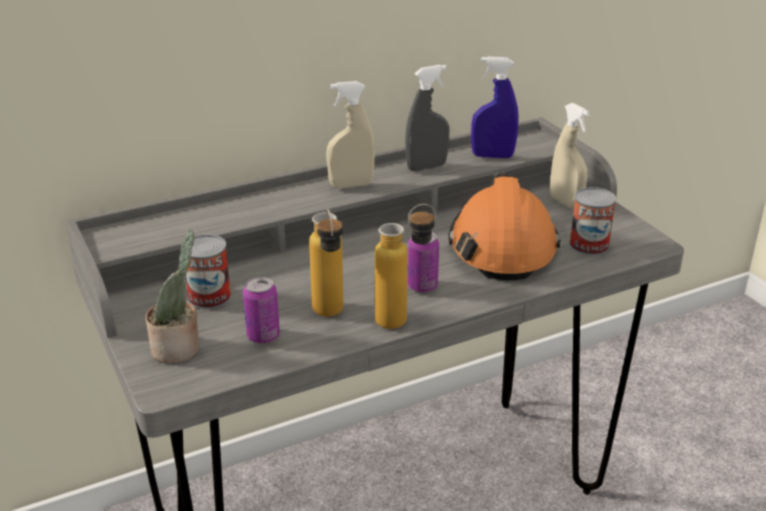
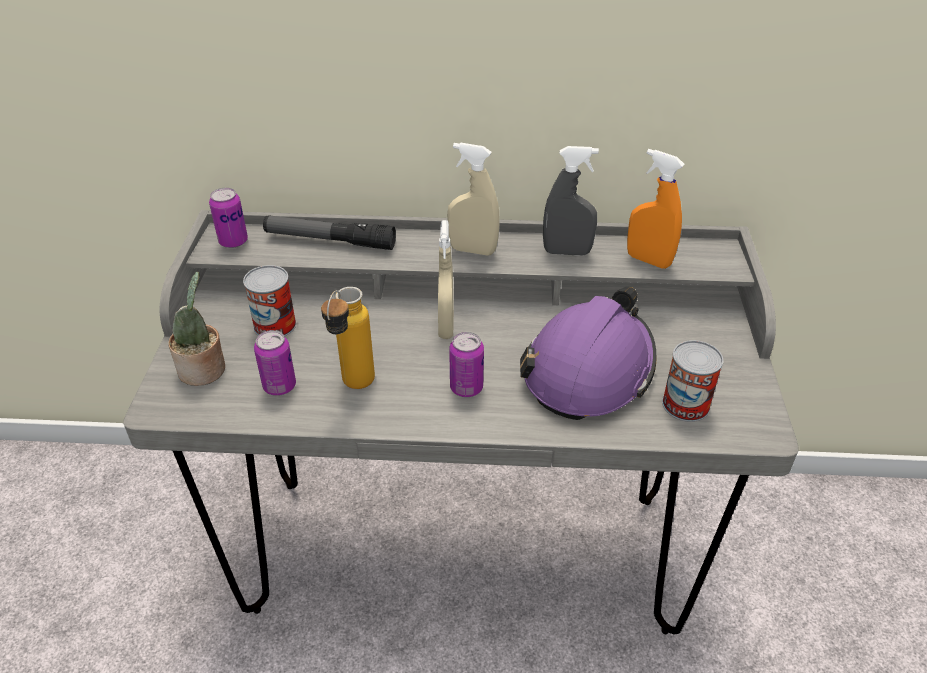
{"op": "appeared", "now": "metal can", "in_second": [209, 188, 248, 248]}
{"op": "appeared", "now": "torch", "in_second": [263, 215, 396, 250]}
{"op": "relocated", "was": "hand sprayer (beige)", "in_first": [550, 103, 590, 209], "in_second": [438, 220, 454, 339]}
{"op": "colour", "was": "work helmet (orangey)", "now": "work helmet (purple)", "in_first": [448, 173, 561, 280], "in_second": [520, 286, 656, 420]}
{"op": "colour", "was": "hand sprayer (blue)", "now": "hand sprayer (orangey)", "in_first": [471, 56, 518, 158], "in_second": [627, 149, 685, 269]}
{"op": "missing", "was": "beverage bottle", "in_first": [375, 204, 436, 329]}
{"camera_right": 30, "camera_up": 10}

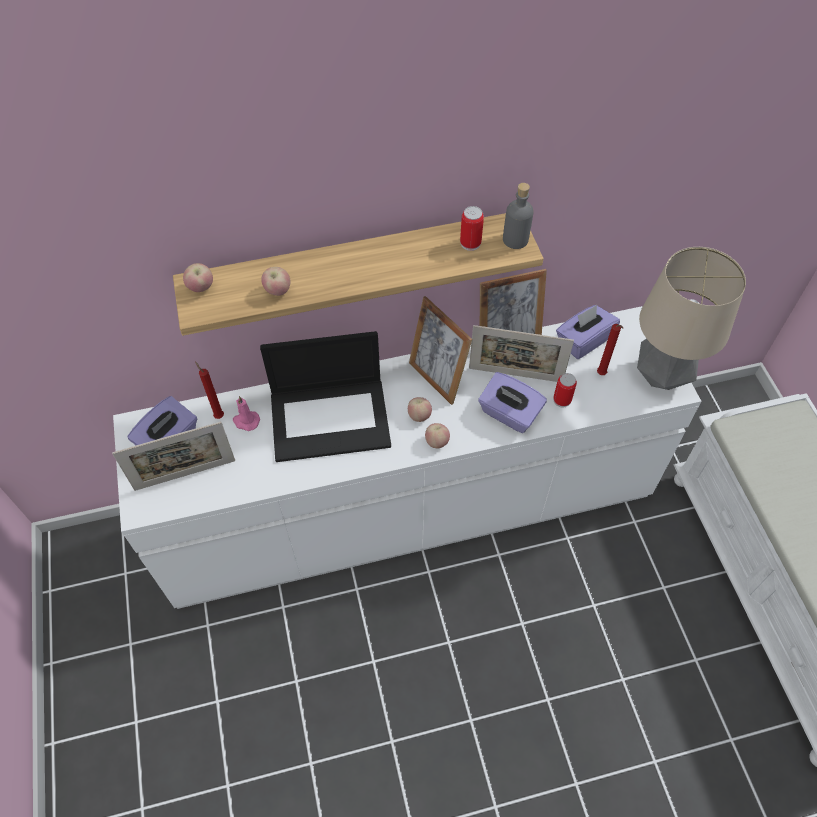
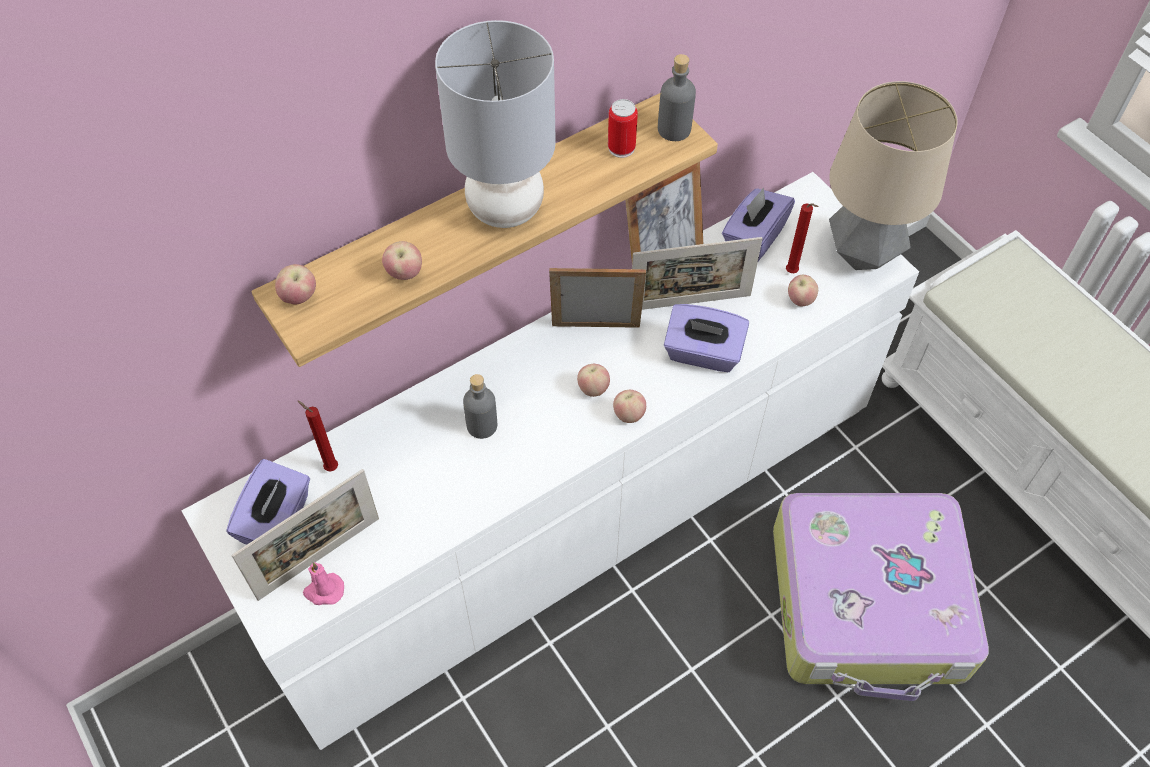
{"op": "relocated", "was": "candle (pinkish)", "in_first": [233, 396, 260, 431], "in_second": [303, 562, 344, 605]}
{"op": "appeared", "now": "table lamp (grey)", "in_second": [435, 20, 556, 228]}
{"op": "exchanged", "was": "notebook computer", "now": "beverage bottle (grey)", "in_first": [260, 331, 391, 462], "in_second": [463, 374, 497, 439]}
{"op": "spun", "was": "photo frame", "in_first": [409, 296, 472, 405], "in_second": [549, 268, 646, 328], "clockwise": 150}
{"op": "appeared", "now": "piece of luggage", "in_second": [773, 493, 989, 701]}
{"op": "appeared", "now": "whole apple", "in_second": [788, 275, 818, 306]}
{"op": "missing", "was": "metal can", "in_first": [553, 373, 577, 407]}
{"camera_right": -20, "camera_up": 0}

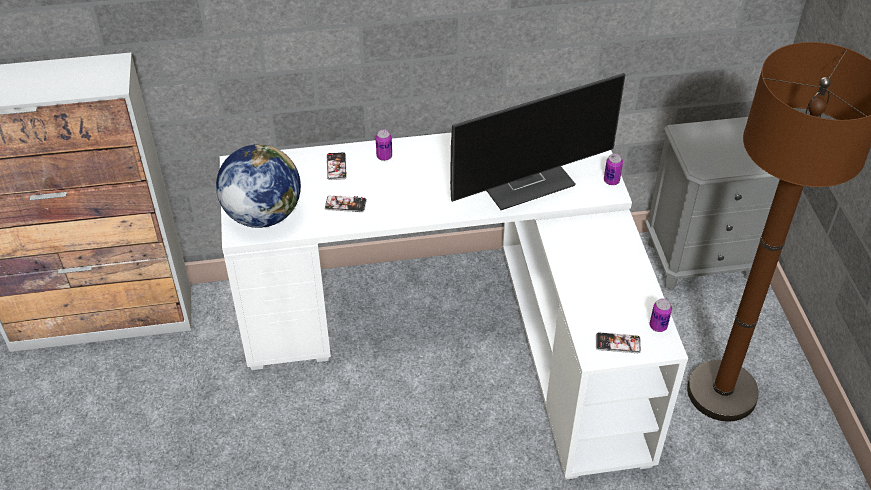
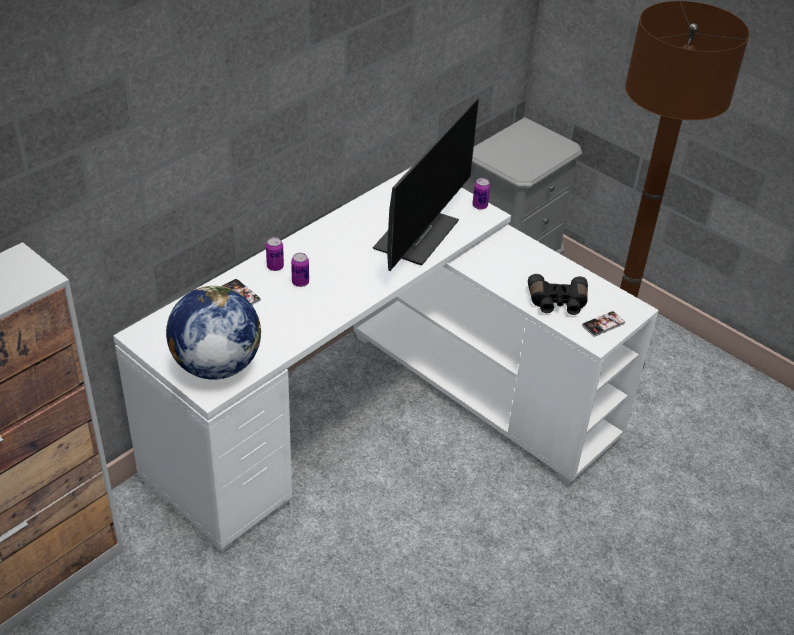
{"op": "relocated", "was": "metal can", "in_first": [649, 298, 672, 332], "in_second": [291, 253, 309, 287]}
{"op": "appeared", "now": "field glasses (blackish)", "in_second": [528, 274, 588, 315]}
{"op": "missing", "was": "phone", "in_first": [325, 195, 367, 212]}
{"camera_right": -40, "camera_up": -5}

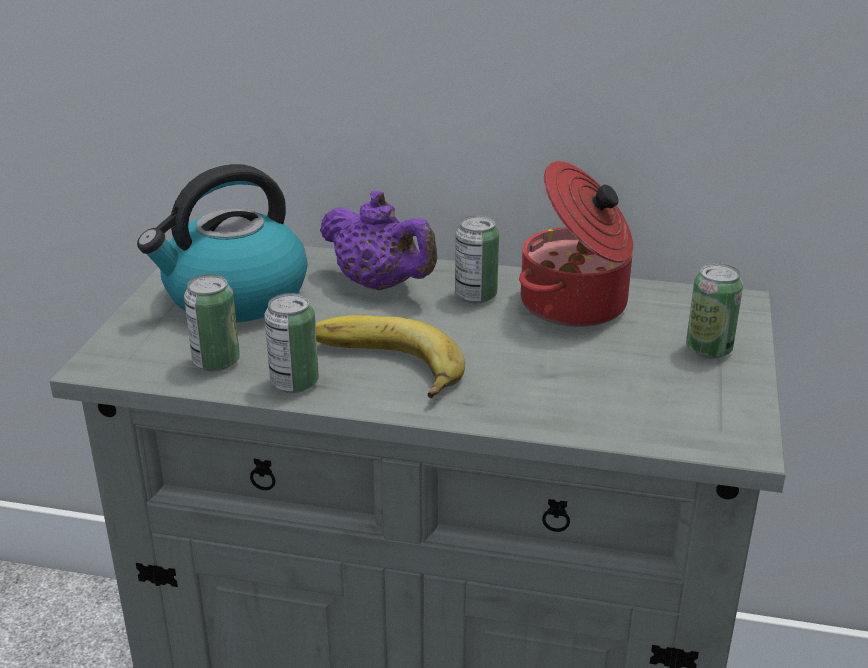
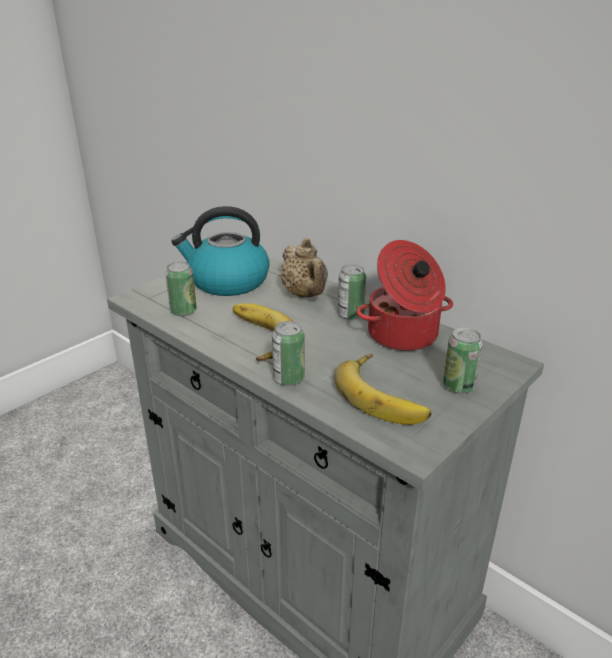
{"op": "relocated", "was": "metal can", "in_first": [264, 293, 319, 393], "in_second": [272, 321, 305, 386]}
{"op": "colour", "was": "teapot (purple)", "now": "teapot (beige)", "in_first": [320, 190, 437, 290], "in_second": [280, 238, 328, 298]}
{"op": "appeared", "now": "whole banana", "in_second": [334, 354, 431, 425]}
{"camera_right": 30, "camera_up": 0}

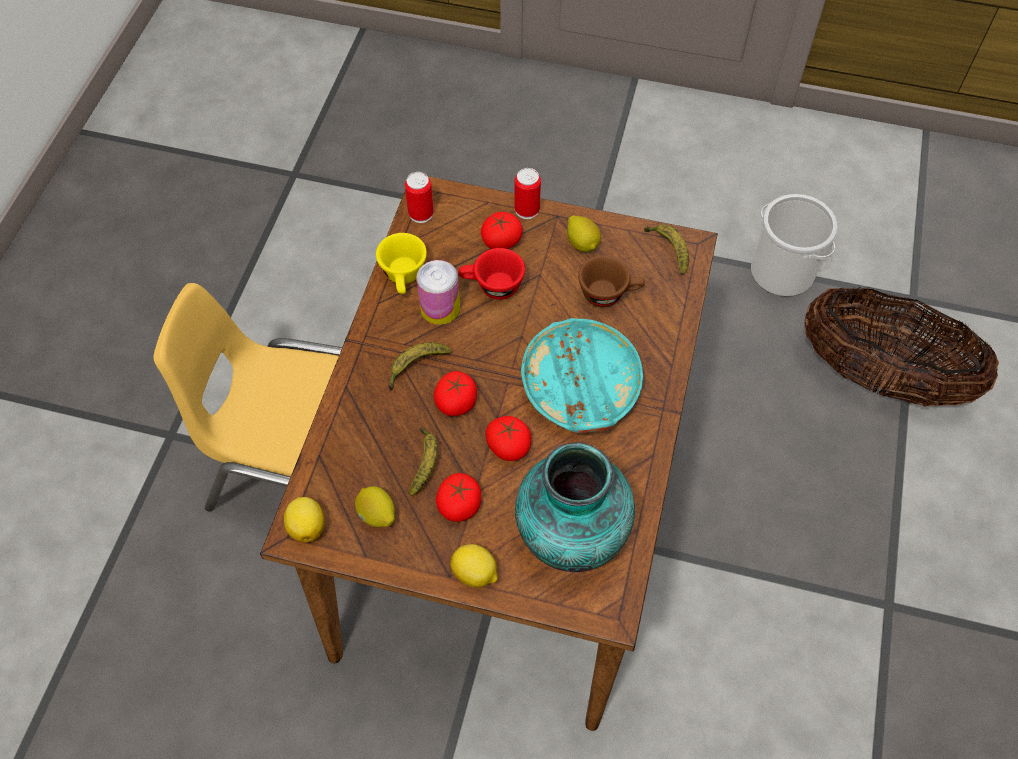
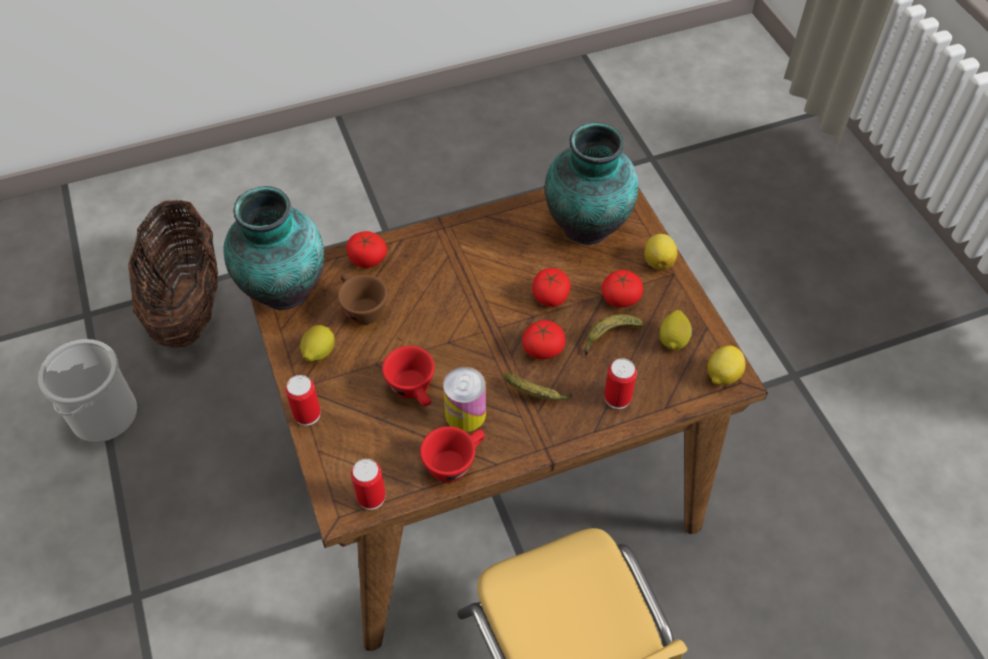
{"op": "exchanged", "was": "whole banana", "now": "vase", "in_first": [644, 224, 689, 275], "in_second": [224, 186, 324, 310]}
{"op": "relocated", "was": "whole tomato", "in_first": [481, 212, 523, 249], "in_second": [346, 231, 387, 268]}
{"op": "colour", "was": "drinking cup (yellowish)", "now": "drinking cup (red-coloured)", "in_first": [376, 233, 427, 294], "in_second": [420, 426, 485, 482]}
{"op": "appeared", "now": "metal can", "in_second": [604, 358, 637, 409]}
{"op": "missing", "was": "deep dish (blue-green)", "in_first": [521, 318, 643, 433]}
{"camera_right": -125, "camera_up": -5}

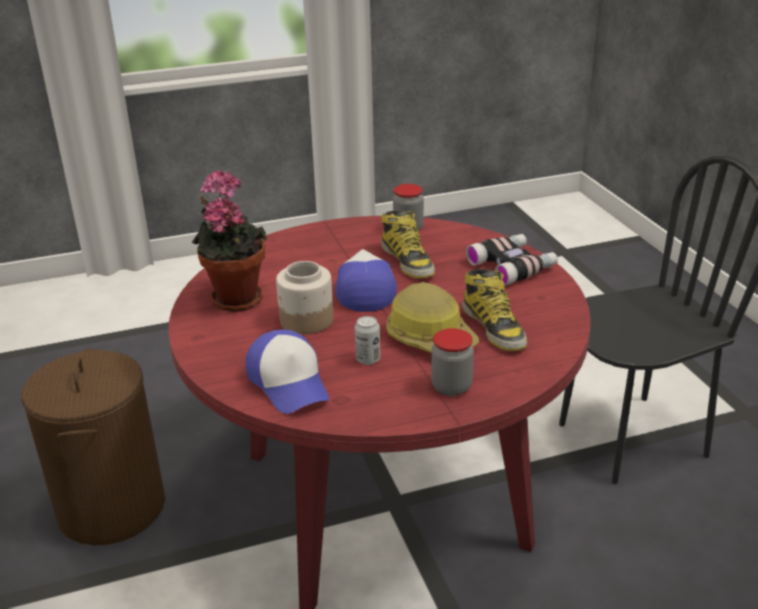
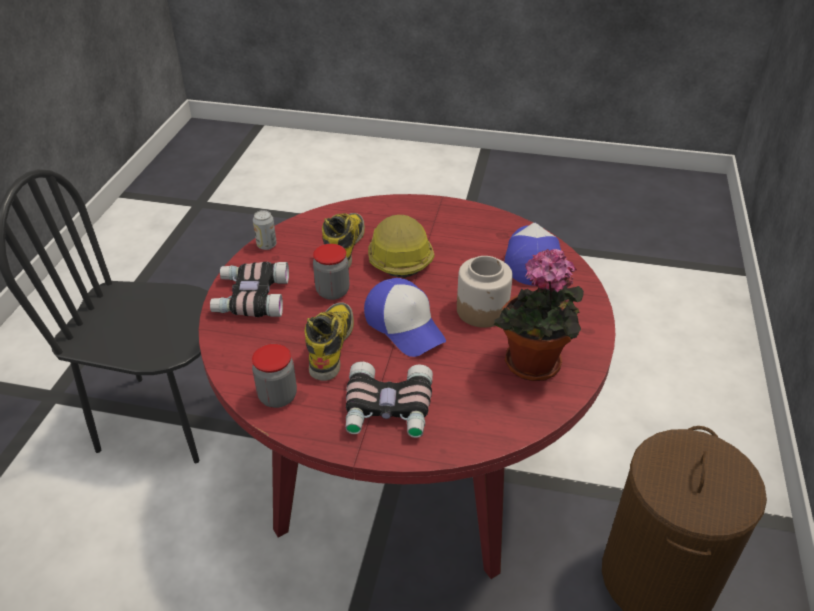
{"op": "relocated", "was": "metal can", "in_first": [355, 316, 380, 365], "in_second": [253, 210, 277, 250]}
{"op": "relocated", "was": "jar", "in_first": [431, 328, 474, 396], "in_second": [313, 244, 349, 300]}
{"op": "appeared", "now": "field glasses", "in_second": [345, 362, 433, 438]}
{"op": "spun", "was": "baseball cap", "in_first": [335, 249, 397, 312], "in_second": [364, 278, 446, 357], "clockwise": -60}
{"camera_right": -150, "camera_up": 10}

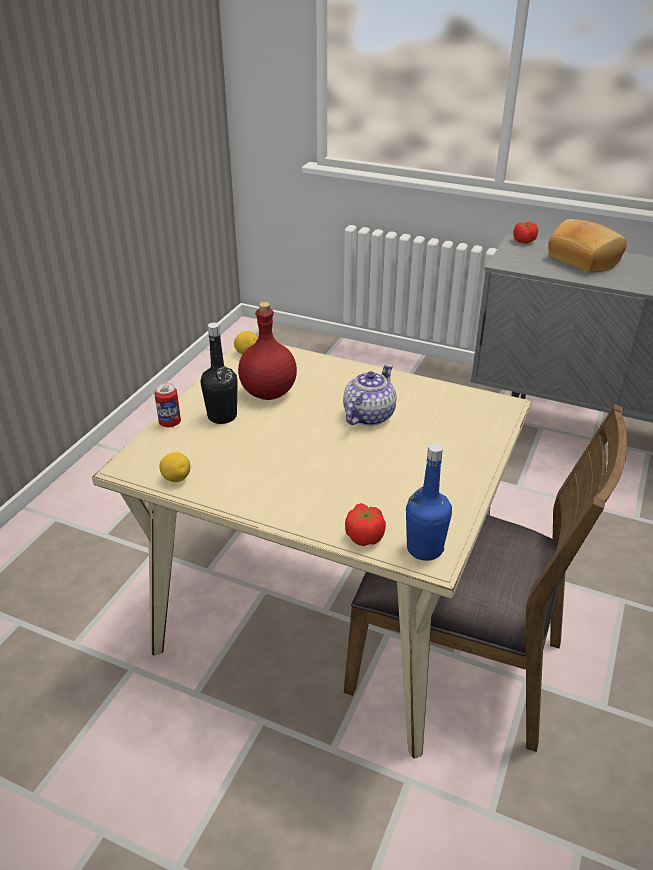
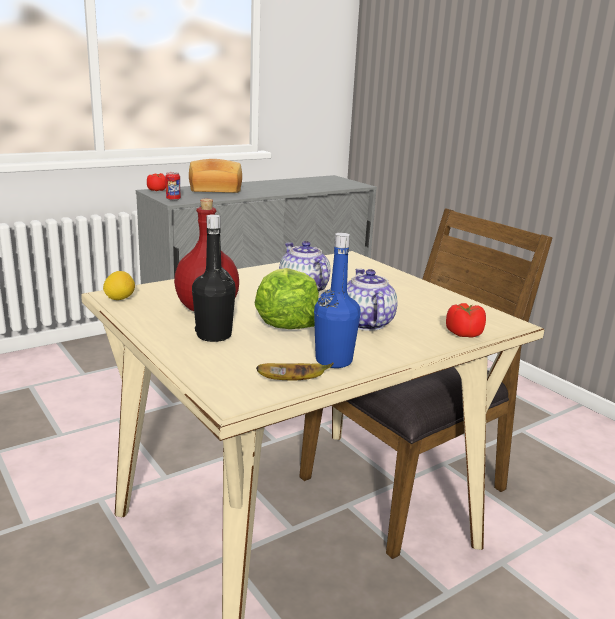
{"op": "relocated", "was": "metal can", "in_first": [154, 383, 181, 427], "in_second": [166, 172, 181, 201]}
{"op": "appeared", "now": "head of lettuce", "in_second": [255, 268, 319, 329]}
{"op": "exchanged", "was": "whole lemon", "now": "whole banana", "in_first": [159, 452, 190, 482], "in_second": [256, 362, 334, 381]}
{"op": "relocated", "was": "beverage bottle (blue)", "in_first": [406, 443, 452, 561], "in_second": [314, 233, 361, 368]}
{"op": "appeared", "now": "teapot", "in_second": [347, 269, 398, 331]}
{"camera_right": -60, "camera_up": -15}

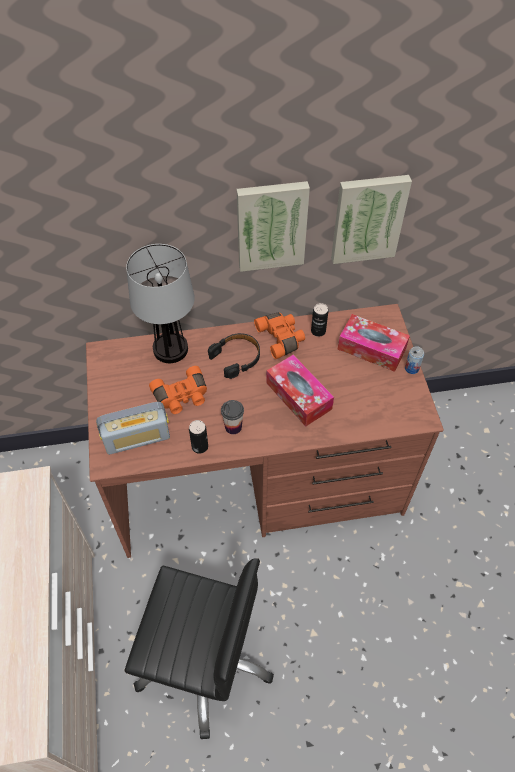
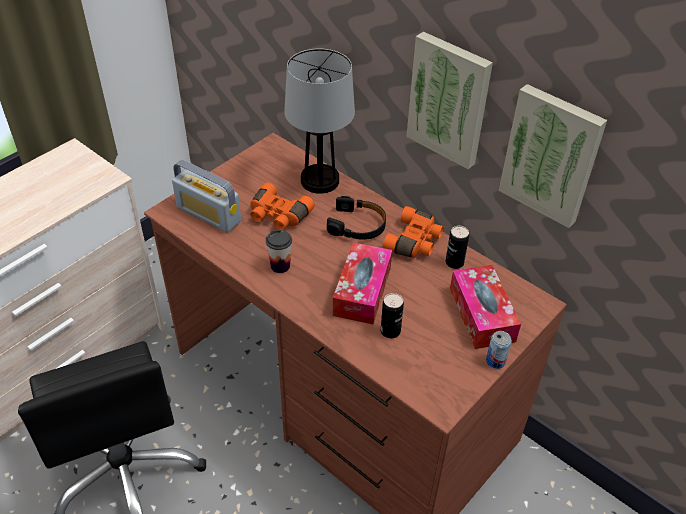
{"op": "relocated", "was": "metal can", "in_first": [189, 420, 208, 454], "in_second": [381, 293, 404, 338]}
{"camera_right": 50, "camera_up": -10}

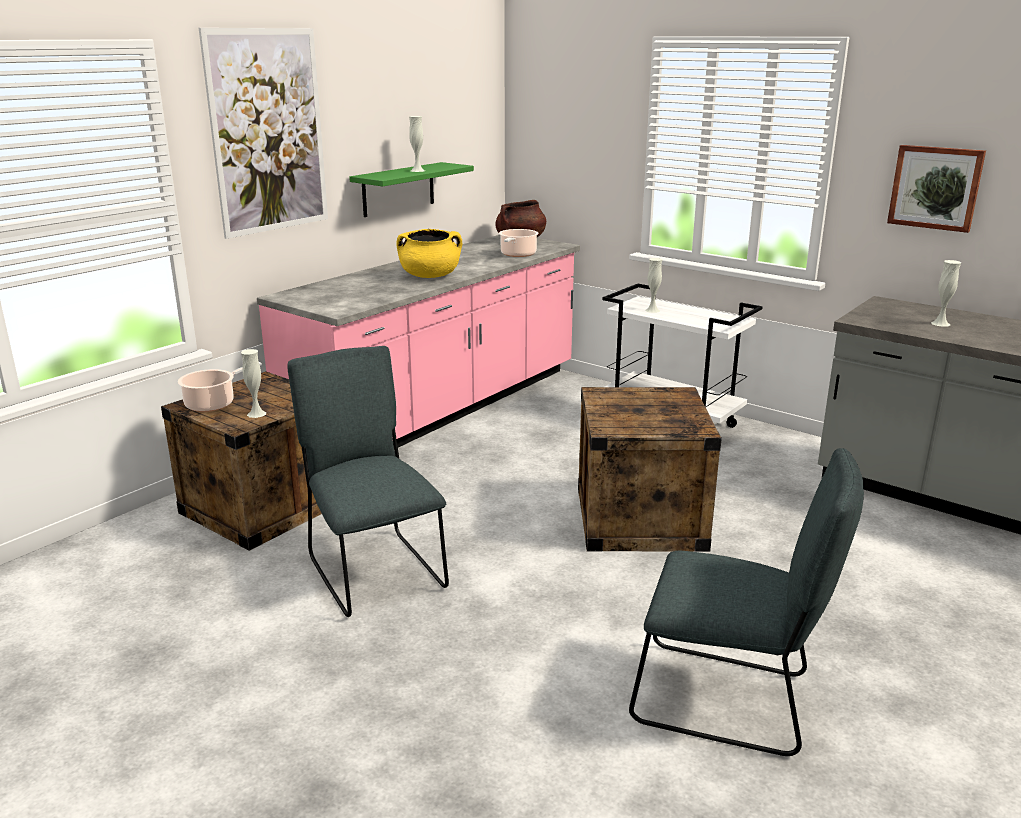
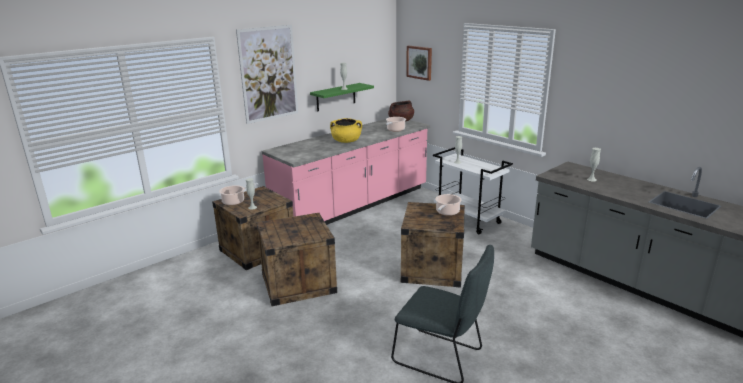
{"op": "exchanged", "was": "chair (grey)", "now": "packing crate", "in_first": [287, 346, 449, 617], "in_second": [256, 213, 337, 306]}
{"op": "relocated", "was": "wall picture", "in_first": [887, 145, 986, 233], "in_second": [406, 46, 432, 81]}
{"op": "appeared", "now": "stockpot", "in_second": [435, 194, 462, 216]}
{"camera_right": 10, "camera_up": 0}

